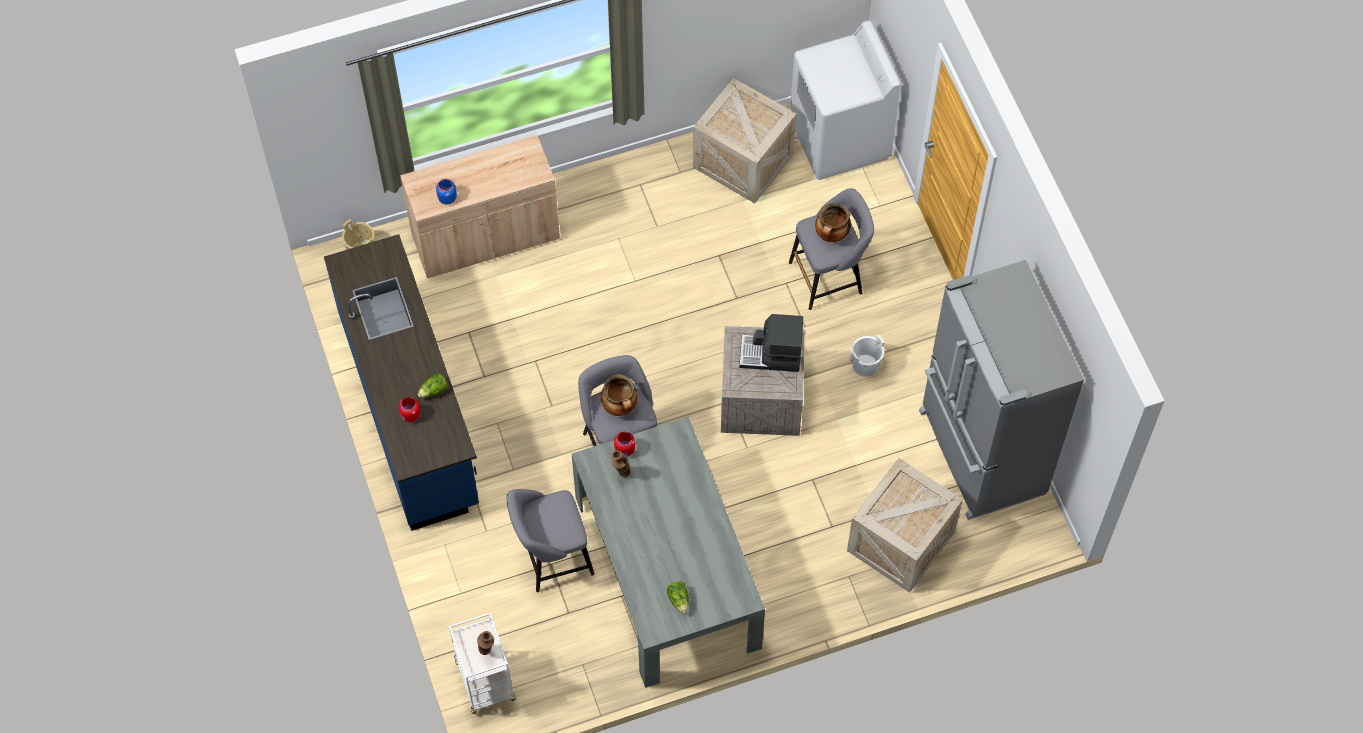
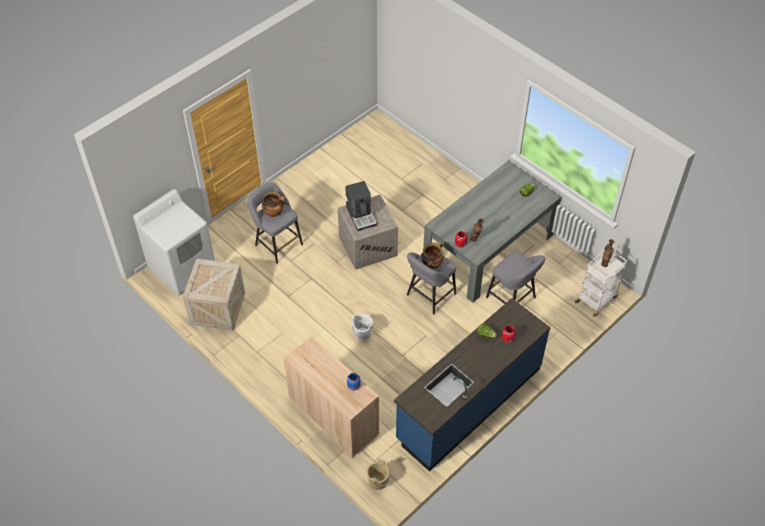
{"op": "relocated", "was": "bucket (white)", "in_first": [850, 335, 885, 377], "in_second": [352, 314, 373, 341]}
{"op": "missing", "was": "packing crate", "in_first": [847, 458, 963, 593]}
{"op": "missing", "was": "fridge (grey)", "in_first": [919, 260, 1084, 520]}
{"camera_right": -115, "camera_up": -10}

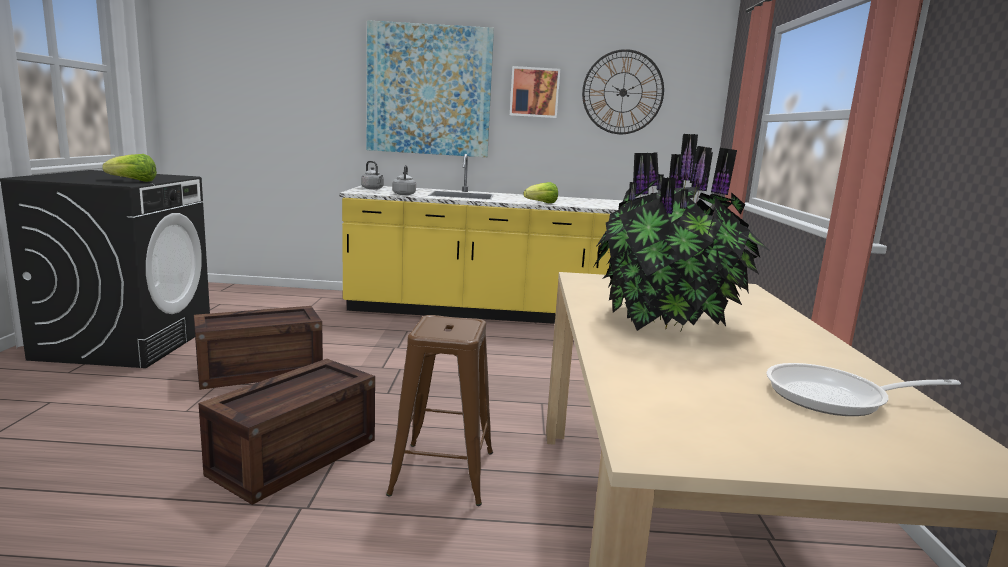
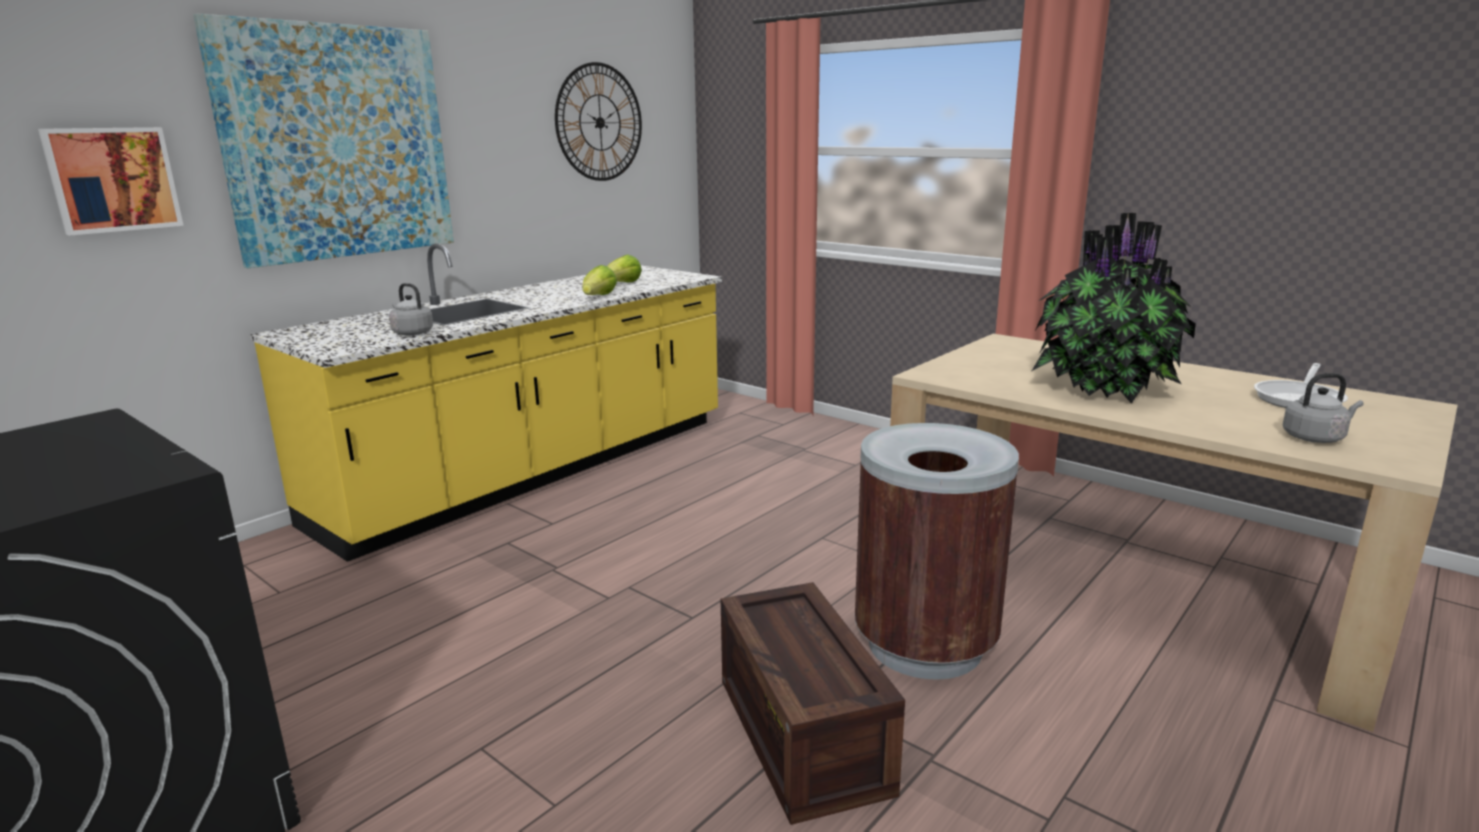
{"op": "relocated", "was": "wall picture", "in_first": [510, 66, 560, 118], "in_second": [38, 127, 184, 236]}
{"op": "relocated", "was": "head of lettuce", "in_first": [103, 154, 157, 182], "in_second": [607, 254, 642, 282]}
{"op": "exchanged", "was": "sitting stool (brown)", "now": "trash can (brown)", "in_first": [386, 315, 493, 506], "in_second": [855, 423, 1019, 680]}
{"op": "relocated", "was": "kettle (grey)", "in_first": [361, 161, 384, 189], "in_second": [1283, 373, 1364, 443]}
{"op": "missing", "was": "packing crate", "in_first": [194, 306, 323, 390]}
{"camera_right": -50, "camera_up": 5}

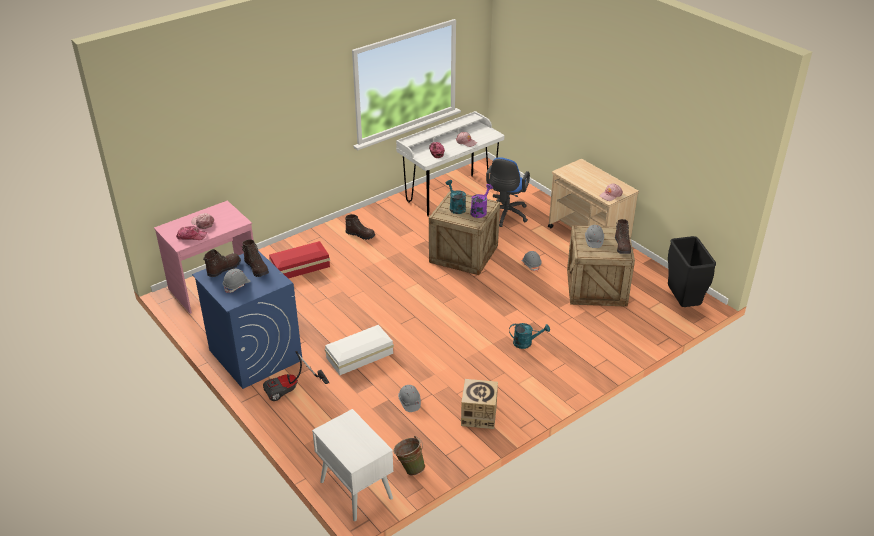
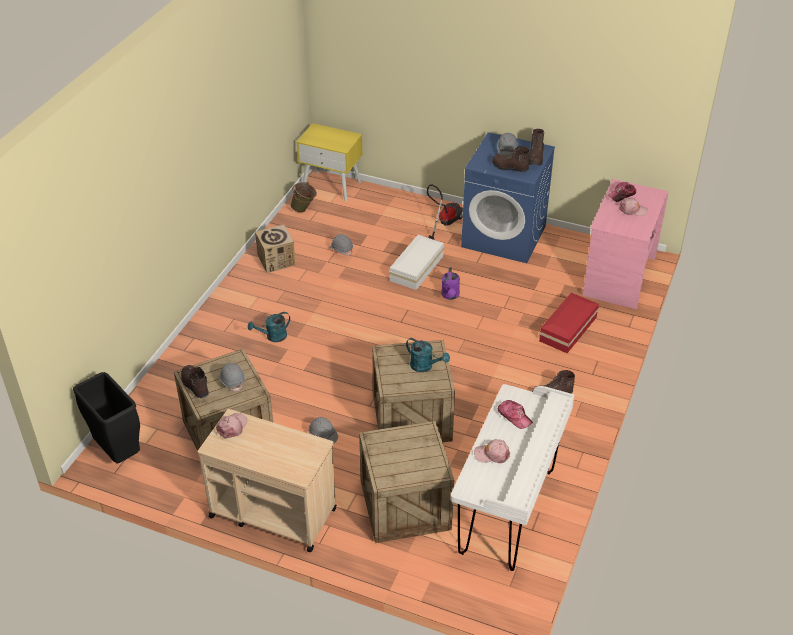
{"op": "colour", "was": "nightstand (white)", "now": "nightstand (yellowish)", "in_first": [312, 409, 394, 521], "in_second": [297, 123, 363, 201]}
{"op": "exchanged", "was": "computer chair (blue)", "now": "packing crate", "in_first": [486, 157, 530, 227], "in_second": [359, 421, 454, 543]}
{"op": "relocated", "was": "watering pot (purple)", "in_first": [470, 184, 493, 218], "in_second": [441, 267, 460, 300]}
{"camera_right": 150, "camera_up": 5}

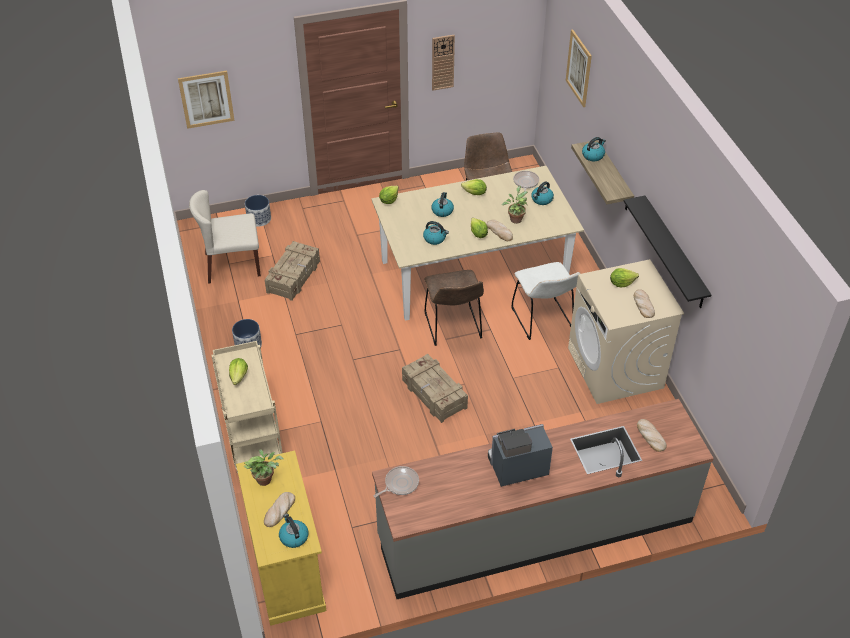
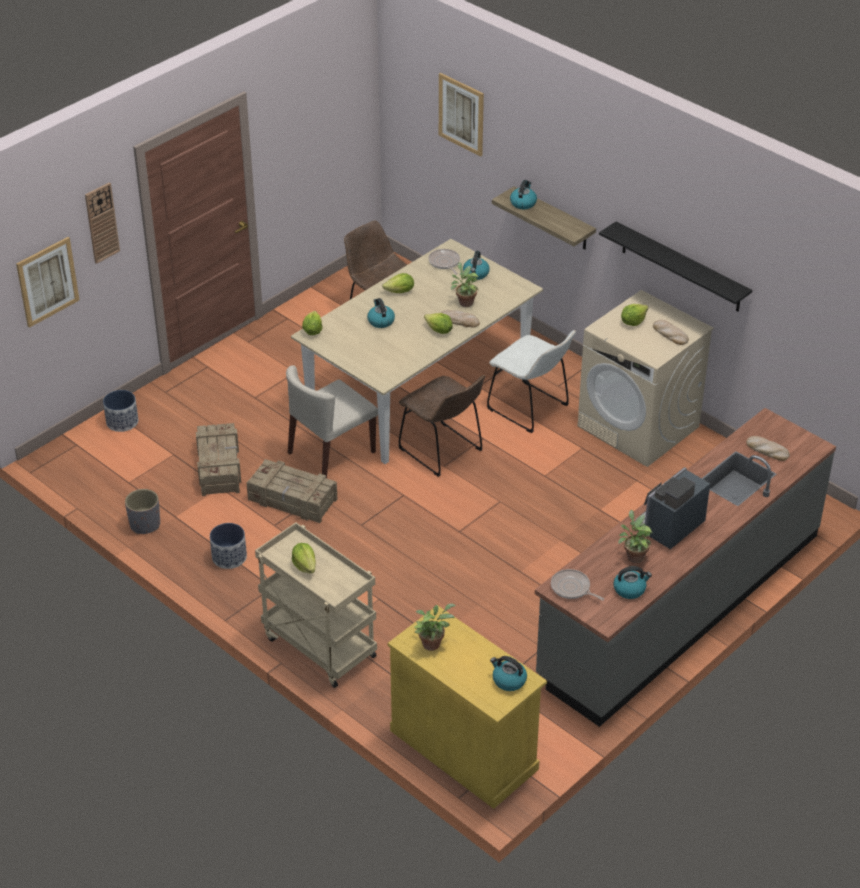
{"op": "relocated", "was": "hanging clock", "in_first": [432, 35, 455, 90], "in_second": [85, 182, 120, 264]}
{"op": "appeared", "now": "planter (grey)", "in_second": [125, 489, 160, 534]}
{"op": "relocated", "was": "packing crate", "in_first": [402, 354, 468, 423], "in_second": [247, 459, 337, 523]}
{"op": "relocated", "was": "chair (beige)", "in_first": [189, 190, 261, 284], "in_second": [286, 365, 378, 478]}
{"op": "spun", "was": "frying pan", "in_first": [374, 466, 419, 497], "in_second": [551, 569, 604, 600], "clockwise": -75}
{"op": "relocated", "was": "kettle", "in_first": [423, 221, 449, 245], "in_second": [613, 566, 652, 599]}
{"op": "appeared", "now": "houseplant", "in_second": [618, 510, 653, 563]}
{"op": "missing", "was": "bakery bread", "in_first": [264, 492, 295, 527]}
{"camera_right": -30, "camera_up": -5}

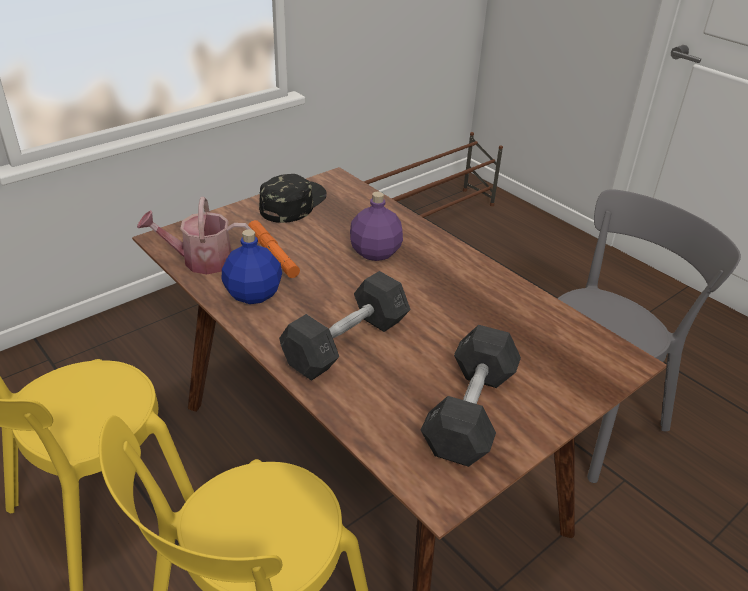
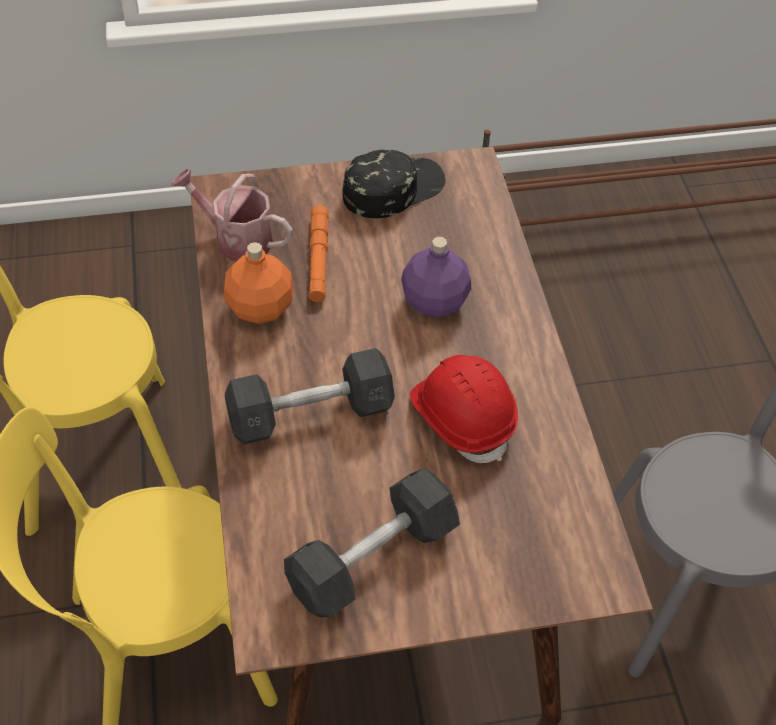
{"op": "colour", "was": "beverage bottle (blue)", "now": "beverage bottle (orangey)", "in_first": [222, 229, 282, 304], "in_second": [224, 242, 293, 324]}
{"op": "appeared", "now": "work helmet (red-coloured)", "in_second": [410, 355, 518, 463]}
{"camera_right": 30, "camera_up": 15}

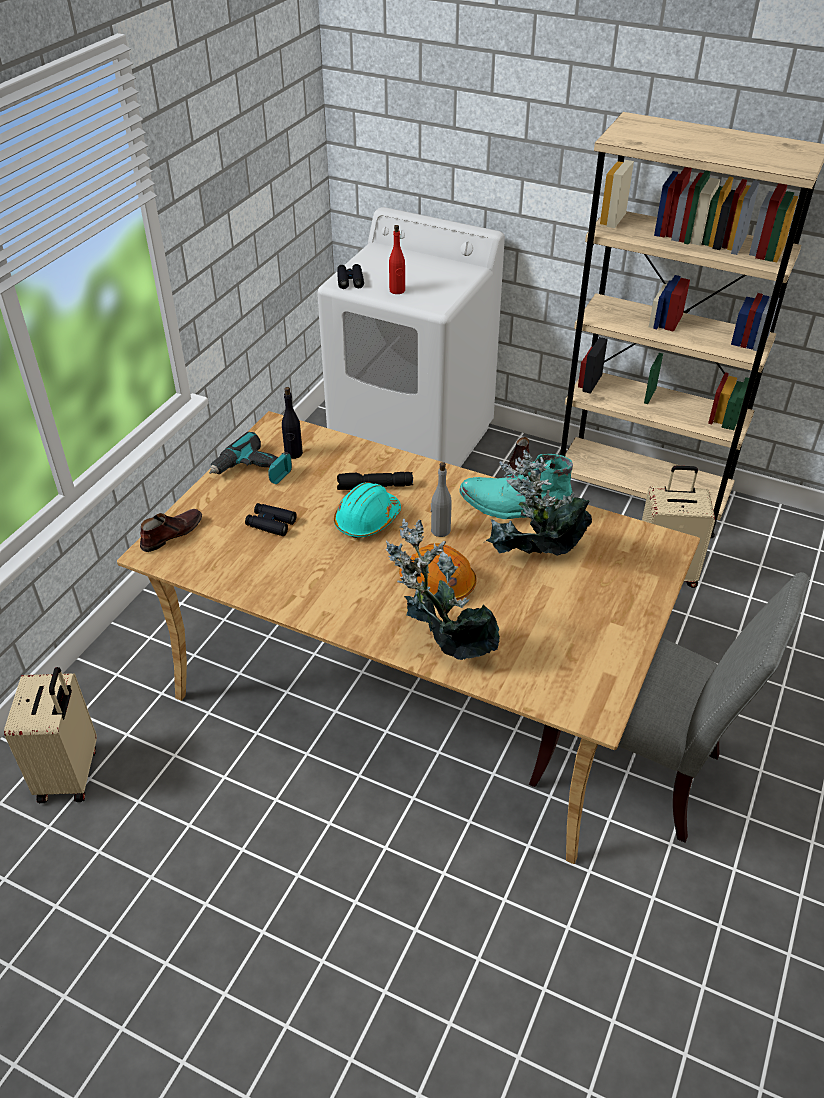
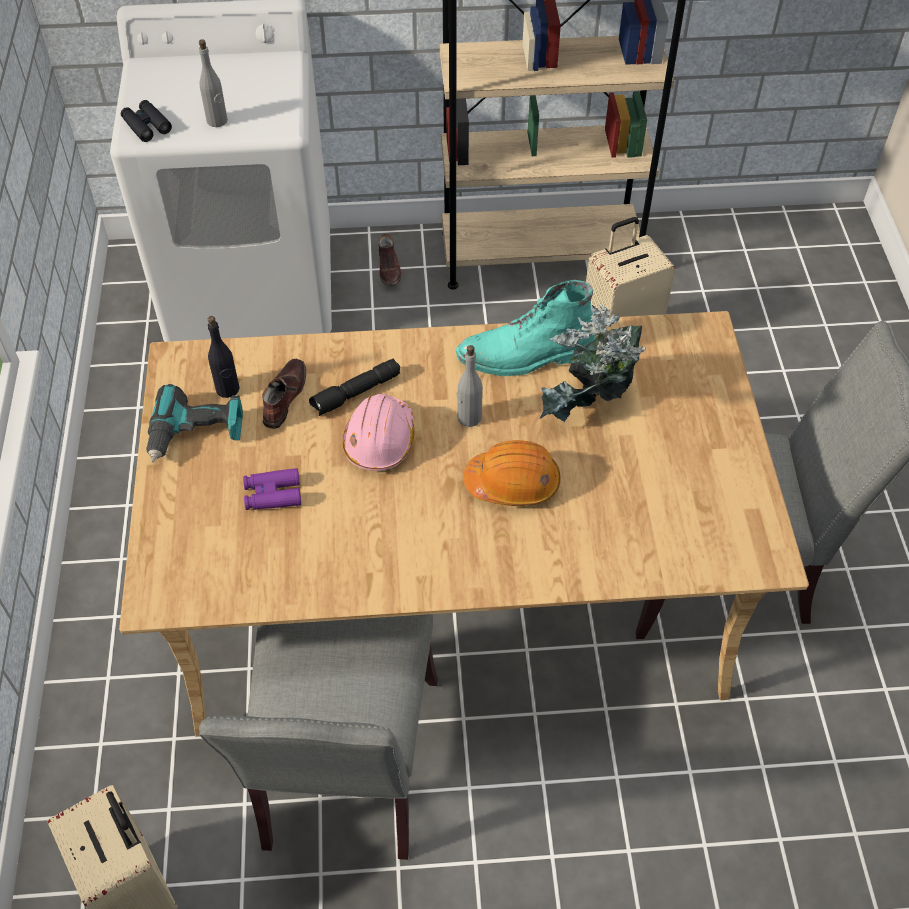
{"op": "colour", "was": "beverage bottle (red-coloured)", "now": "beverage bottle (grey)", "in_first": [389, 225, 405, 294], "in_second": [199, 39, 228, 127]}
{"op": "appeared", "now": "chair (grey)", "in_second": [199, 614, 438, 860]}
{"op": "colour", "was": "field glasses (blackish)", "now": "field glasses (purple)", "in_first": [245, 503, 297, 536], "in_second": [243, 468, 301, 510]}
{"op": "relocated", "was": "item of footwear (brown)", "in_first": [140, 509, 202, 552], "in_second": [262, 358, 306, 429]}
{"op": "colour", "was": "work helmet (blue-green)", "now": "work helmet (pinkish)", "in_first": [334, 482, 401, 538], "in_second": [343, 394, 415, 471]}
{"op": "missing", "was": "houseplant", "in_first": [385, 519, 500, 660]}
{"camera_right": -30, "camera_up": 10}

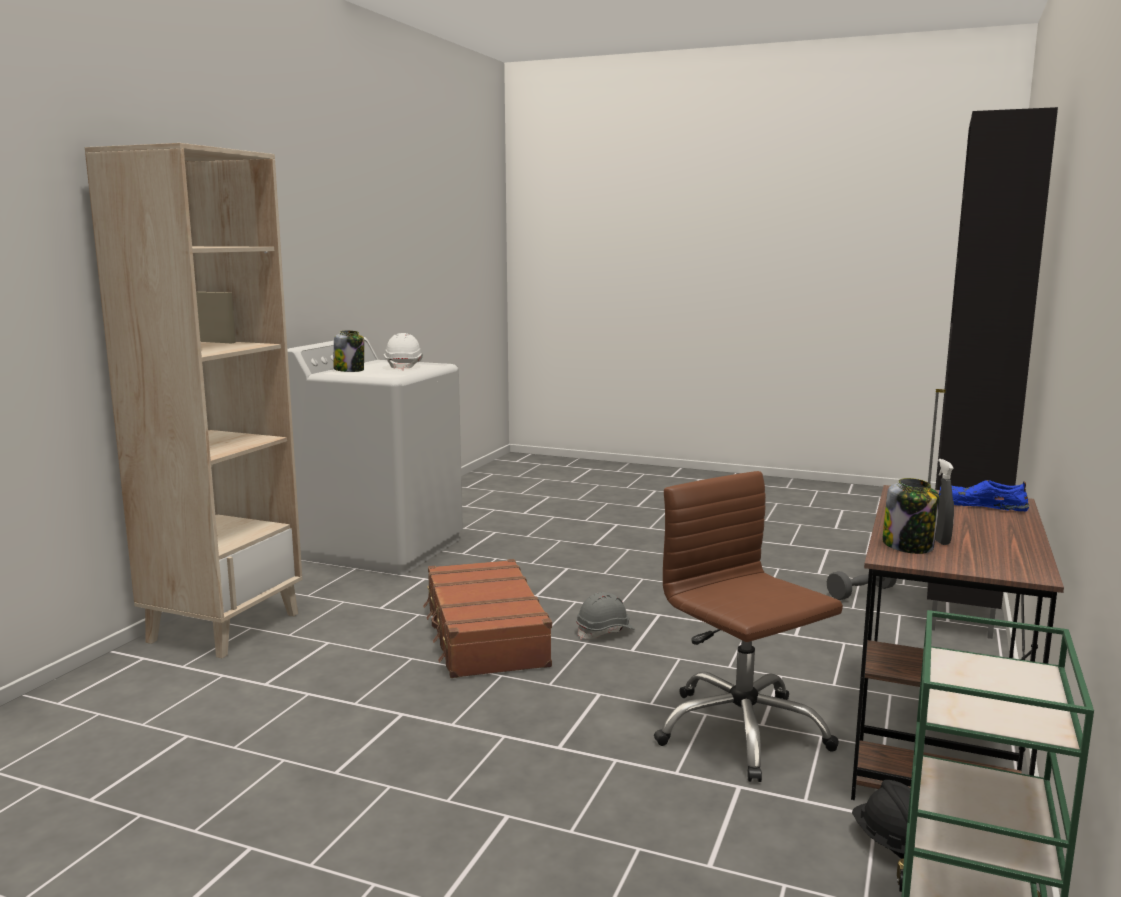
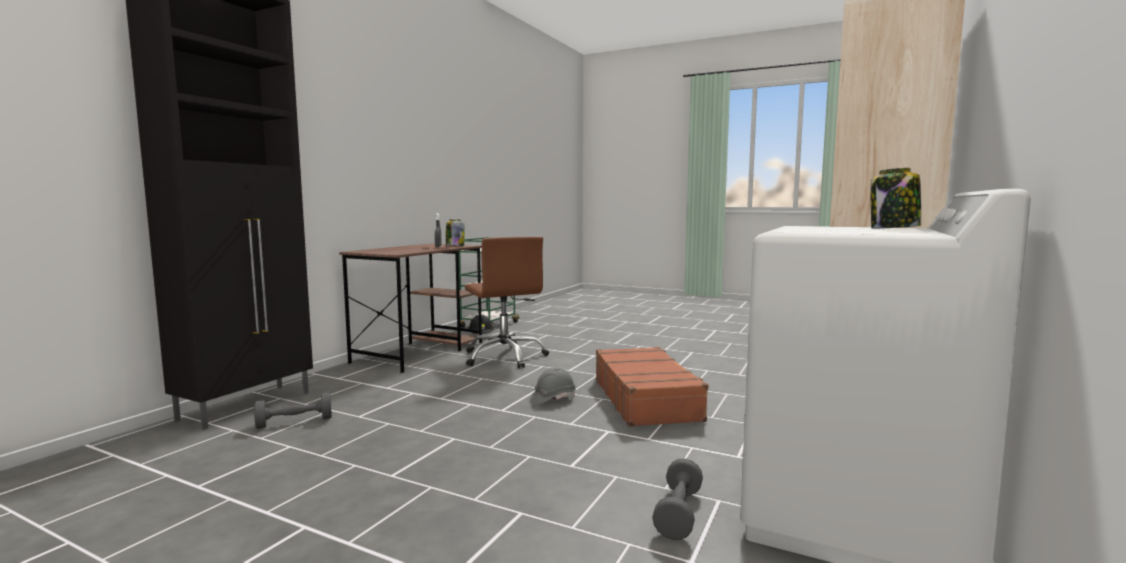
{"op": "appeared", "now": "hand weight (grey)", "in_second": [652, 459, 703, 540]}
{"op": "missing", "was": "work helmet (white)", "in_first": [384, 333, 423, 370]}
{"op": "missing", "was": "item of footwear (blue)", "in_first": [939, 480, 1030, 512]}
{"camera_right": -175, "camera_up": -5}

